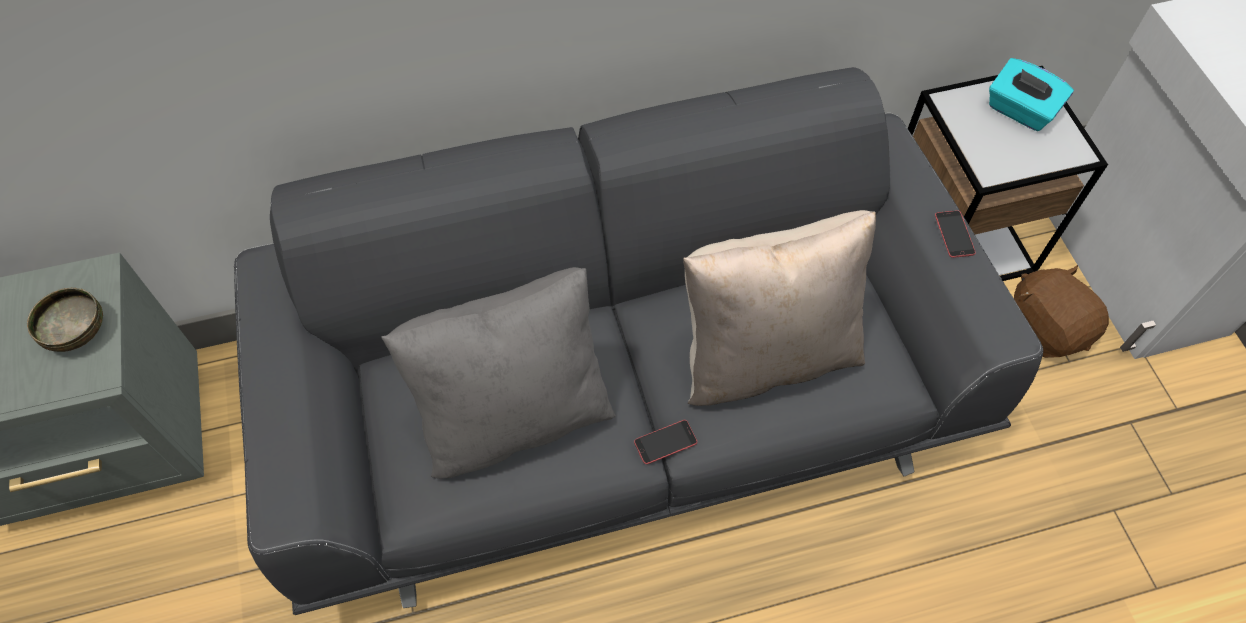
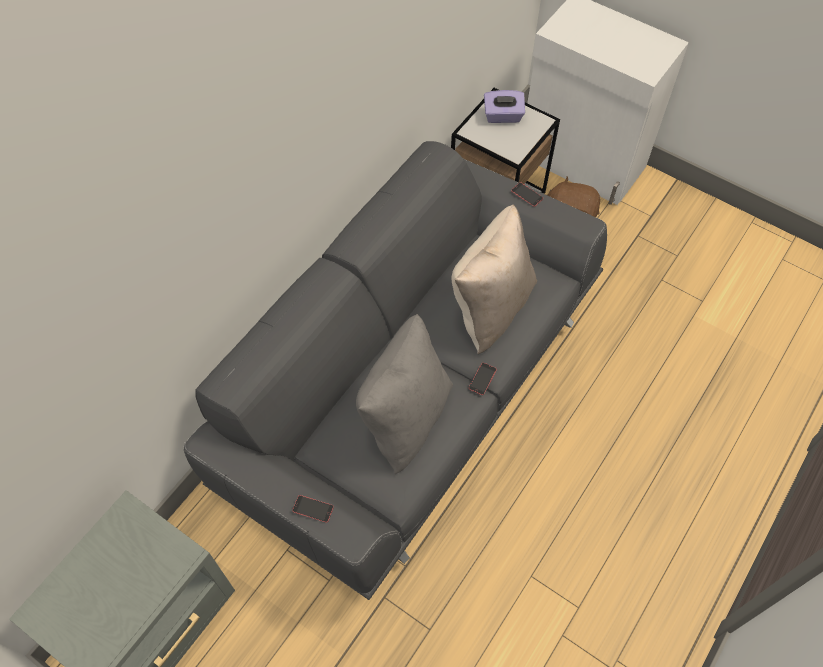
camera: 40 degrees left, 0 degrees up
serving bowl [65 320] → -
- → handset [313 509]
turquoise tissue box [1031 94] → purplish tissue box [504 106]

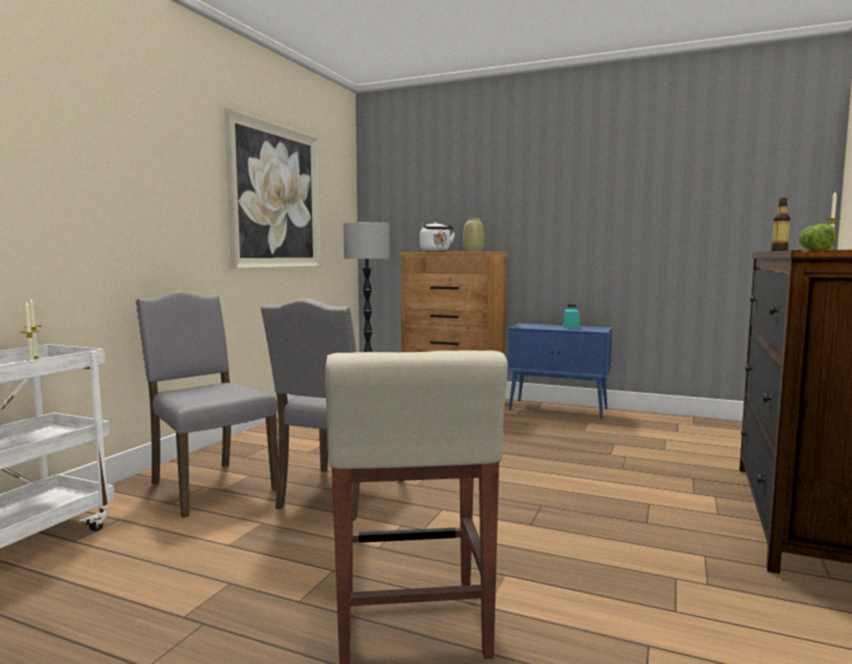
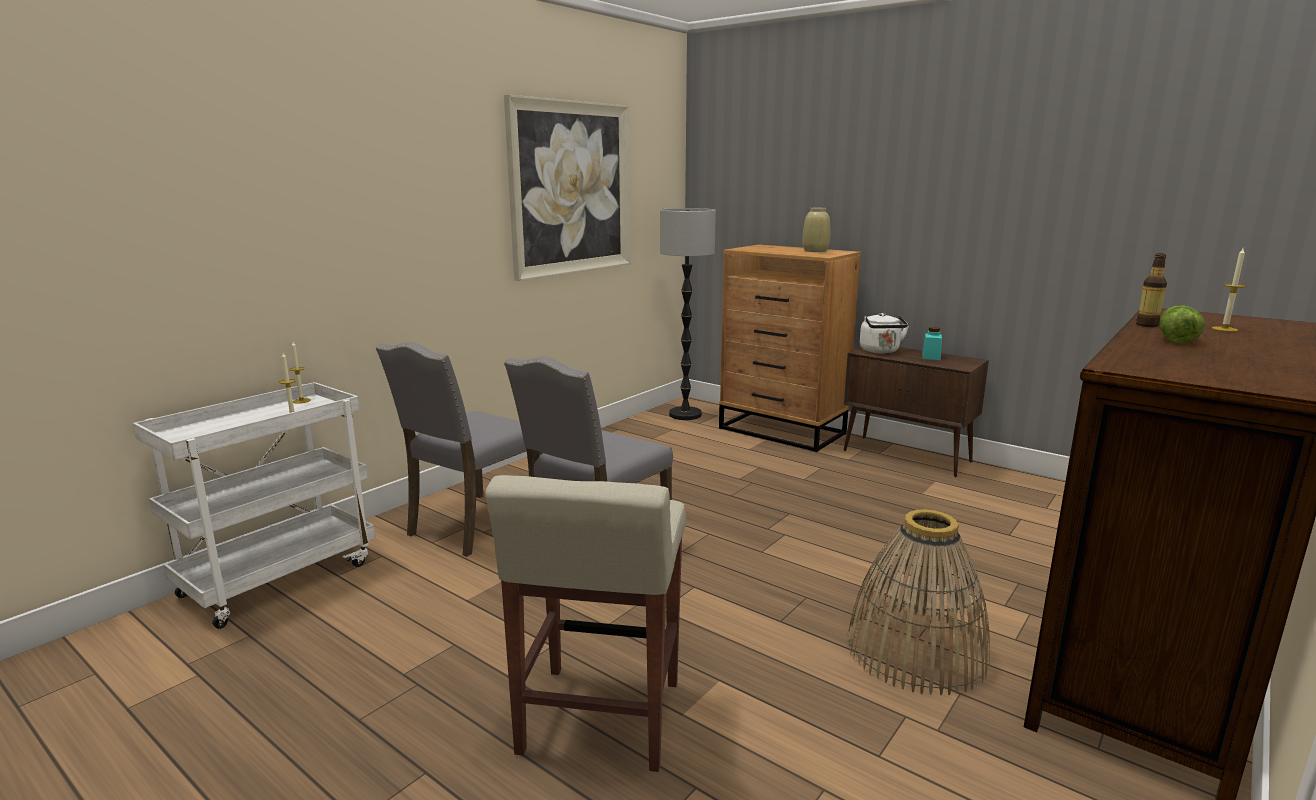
camera: 15 degrees right, 10 degrees up
- → storage basket [918 602]
white-coloured water kettle [437 237] → white-coloured water kettle [884 333], shifted
blue-coloured storage cabinet [559 371] → brown-coloured storage cabinet [916 412]
gray upright chair [207 404] → gray upright chair [459 449], 120 degrees counterclockwise

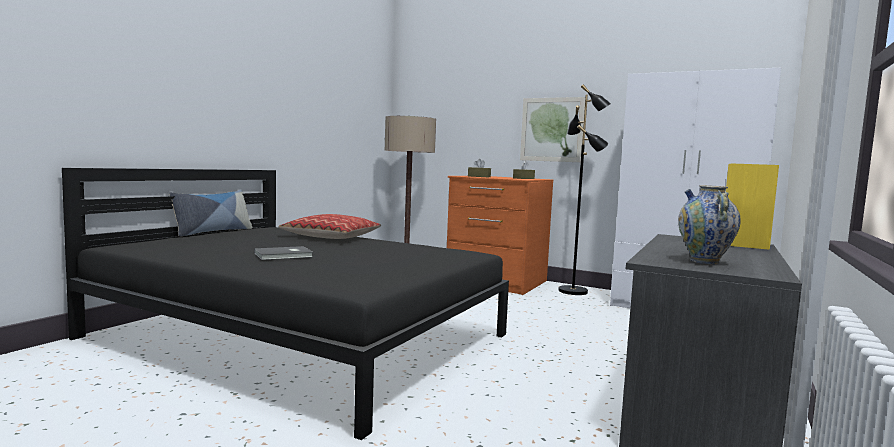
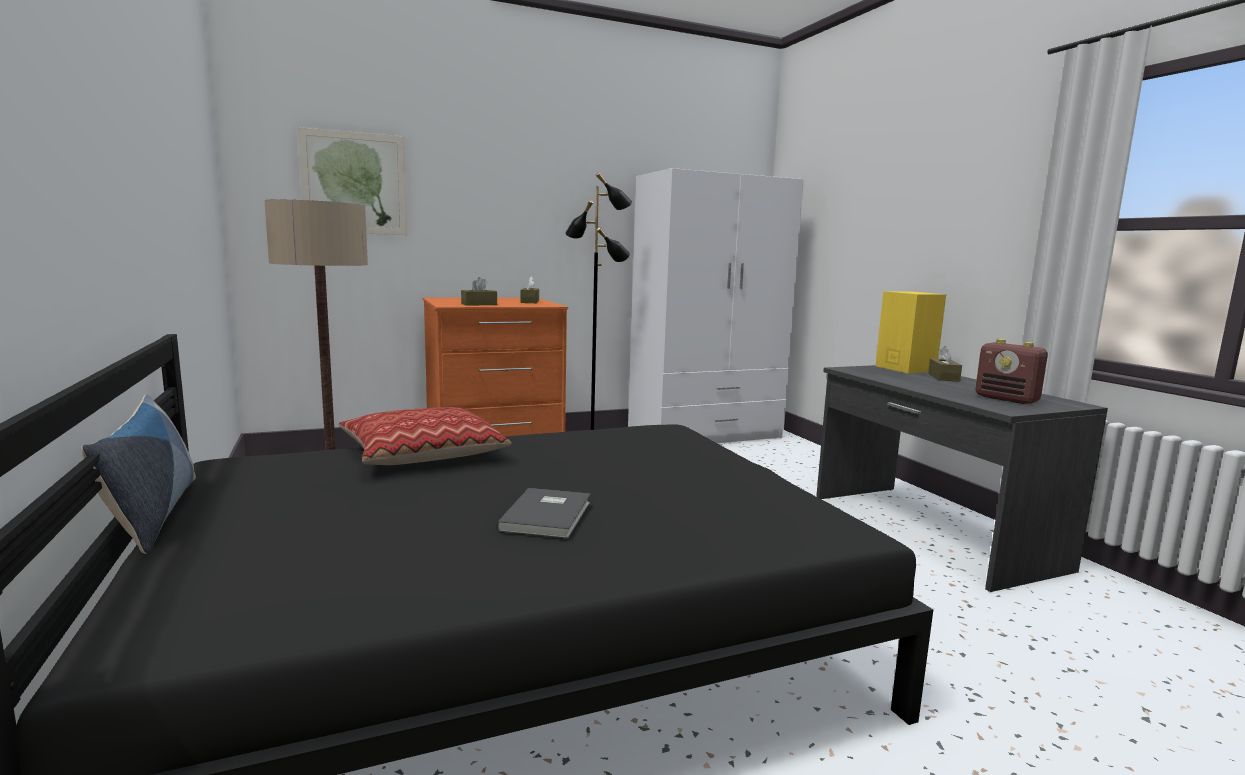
camera: 50 degrees left, 5 degrees up
- → brown-coloured tissue box [945 364]
wall art [552 129] → wall art [352 181], shifted
decorative vase [709 225] → radio set [1011 371]

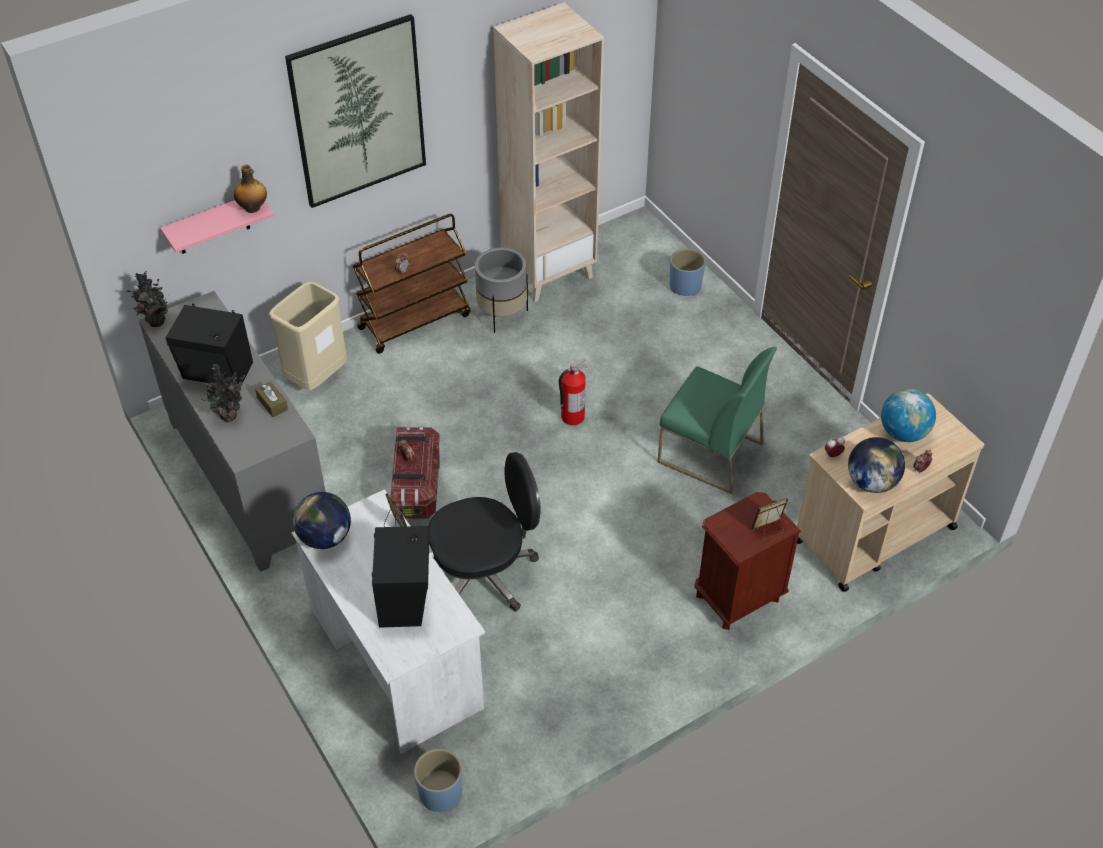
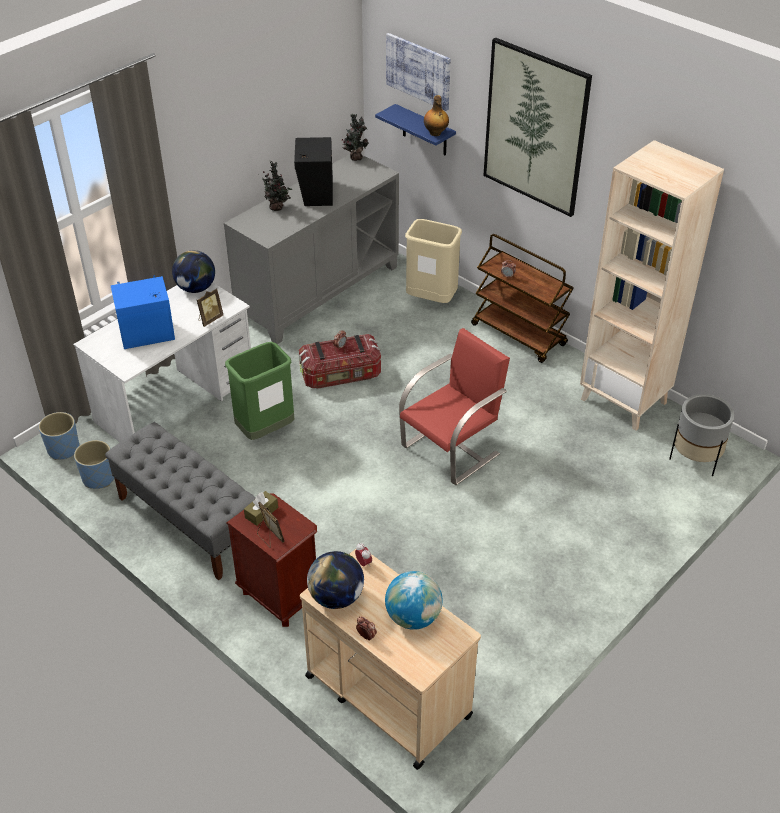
camera: 75 degrees right, 5 degrees down
green upright chair [717 420] → -
- → gray indoor bench [180 501]
- → wall art [418 72]
brown-coloured tissue box [271 399] → brown-coloured tissue box [261 508], shifted
gray flower pot [501 290] → gray flower pot [701 435], shifted
blue-coloured flower pot [688 272] → blue-coloured flower pot [94 464], shifted
blackish desk chair [484 532] → green waste bin [260 391]
fire extinguisher [573 391] → reddish upright chair [454 406]
pink-coloured shelf [217 227] → blue-coloured shelf [415 130]
blackish audio speaker [400 577] → blue-coloured audio speaker [143 312]

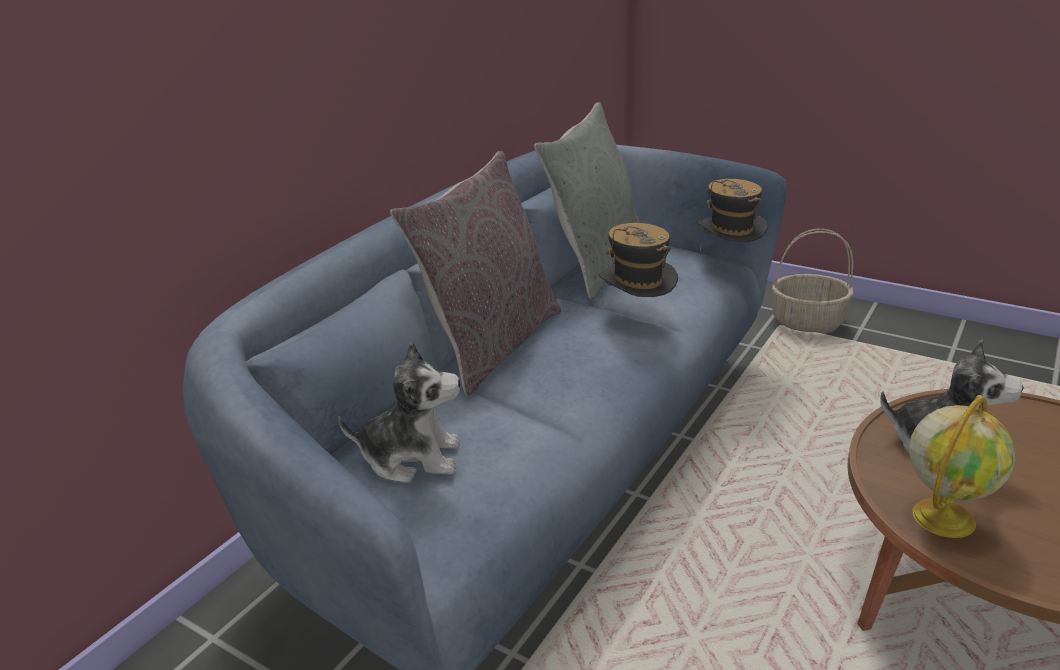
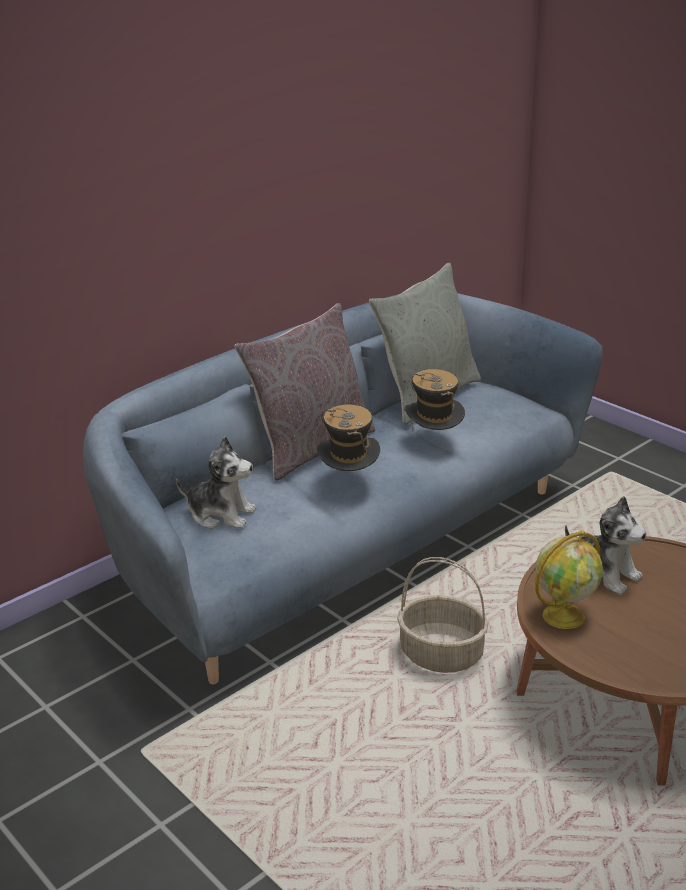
camera: 15 degrees right, 0 degrees up
wearable hat [732 215] → wearable hat [348 437], shifted
storage basket [812 280] → storage basket [442 615], shifted

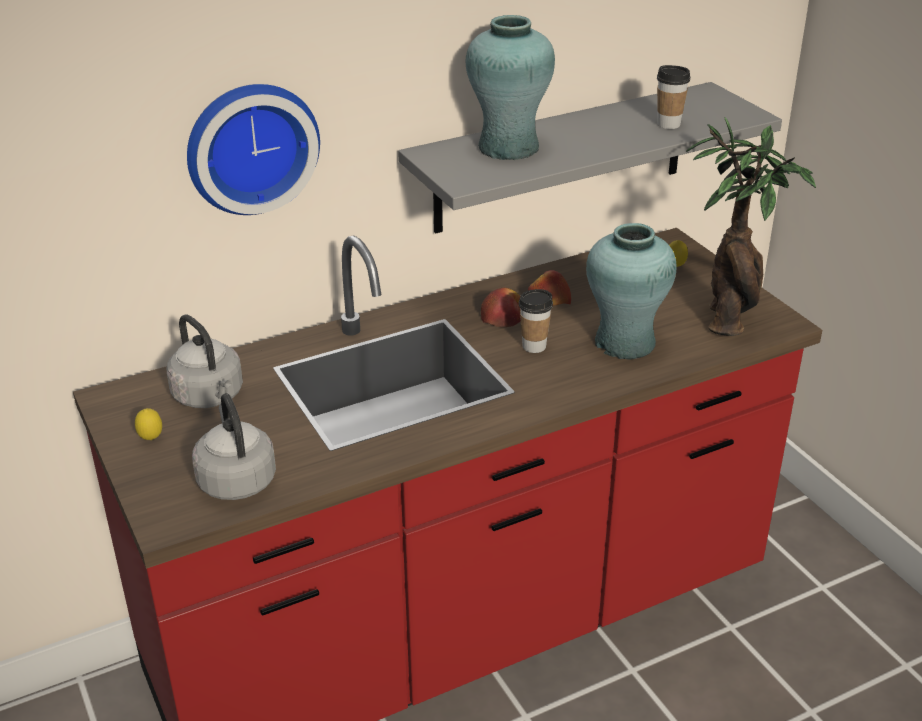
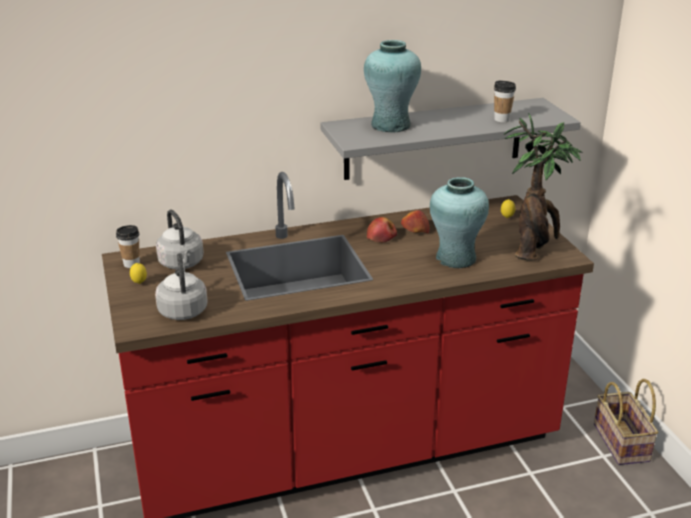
camera: 10 degrees right, 5 degrees down
wall clock [253 149] → -
- → storage basket [626 422]
drinking cup [536 321] → drinking cup [128 246], shifted

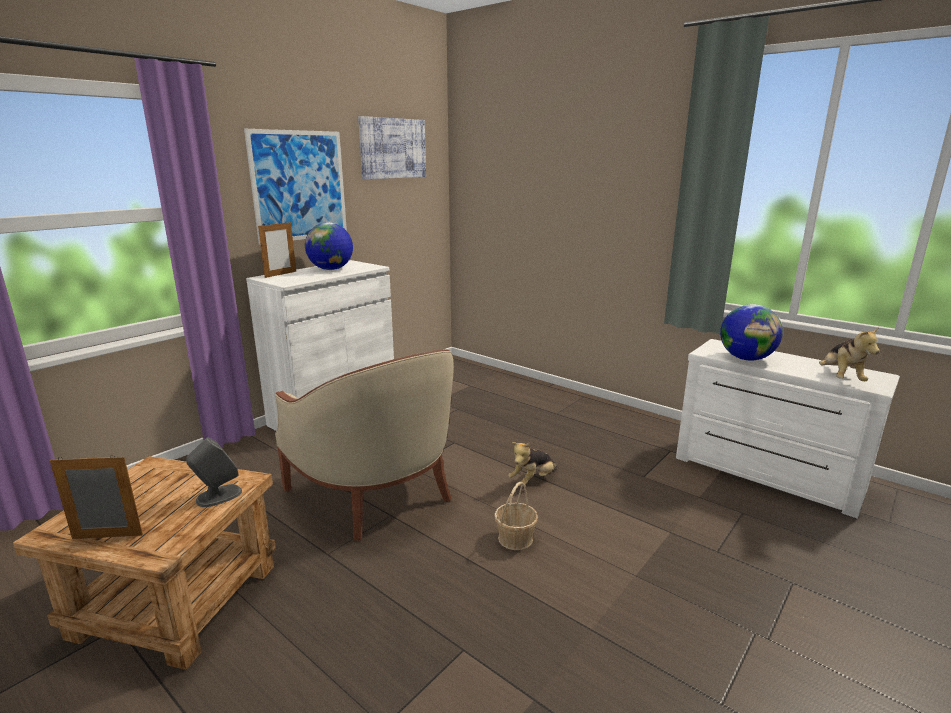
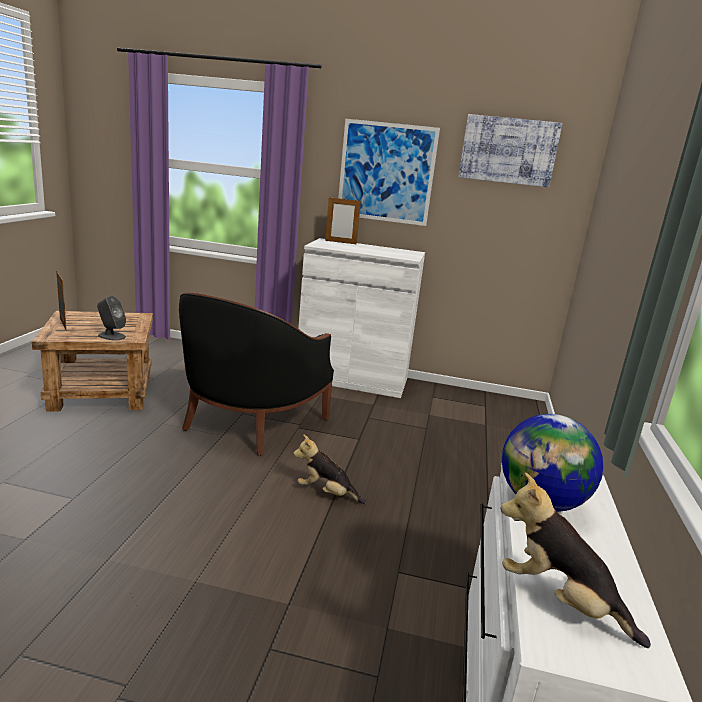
camera: 60 degrees right, 0 degrees up
globe [329 246] → -
storage basket [516 516] → -
beige-coloured armchair [364 445] → blackish armchair [256 374]
soft toy [849 354] → soft toy [575 560], 60 degrees clockwise

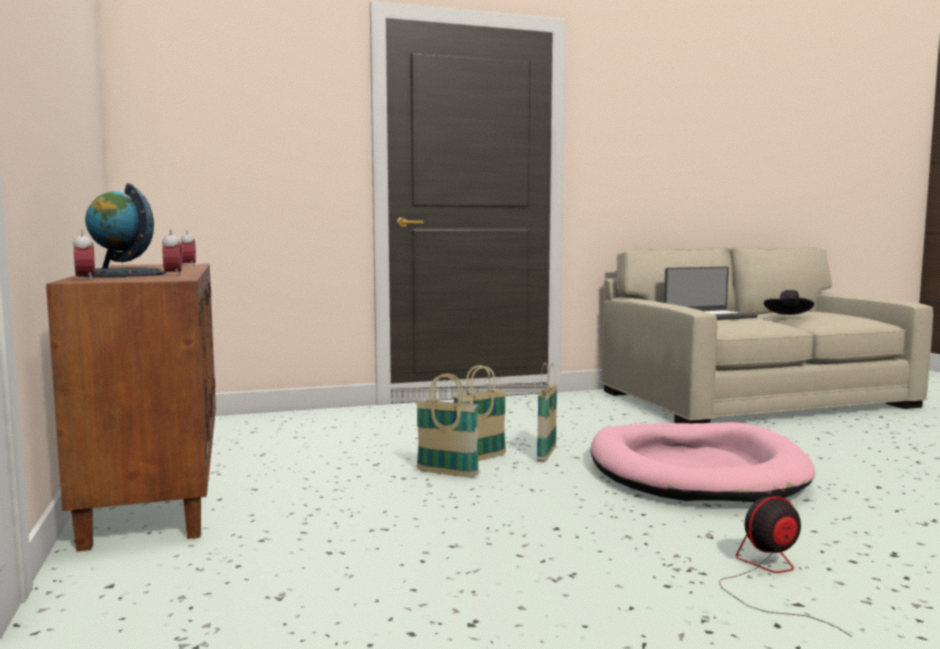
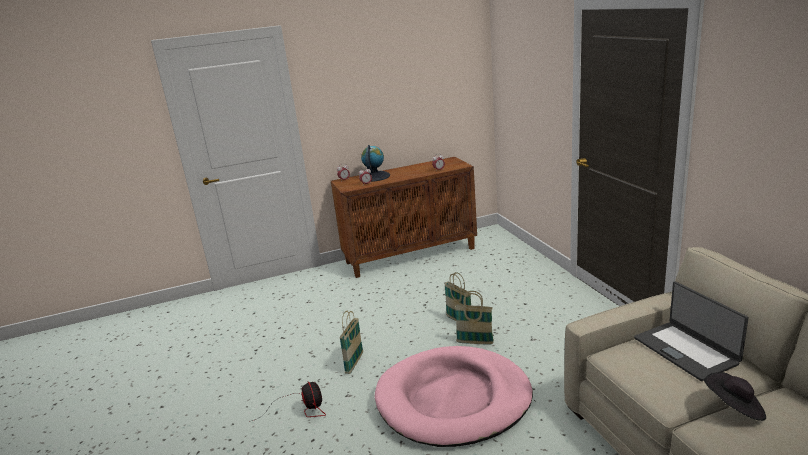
camera: 90 degrees right, 15 degrees up
storage basket [447 425] → storage basket [351 342], shifted

